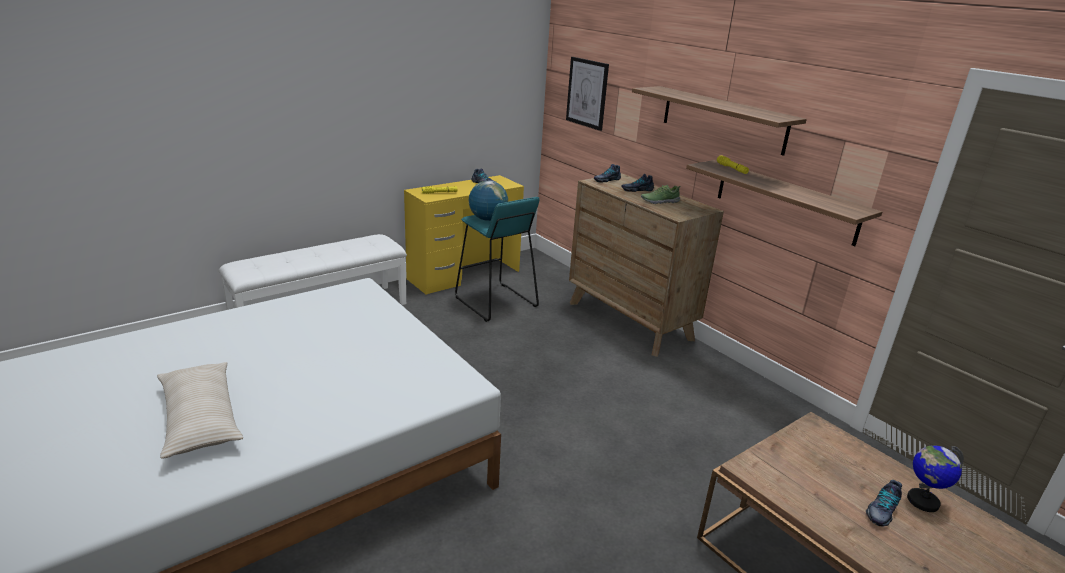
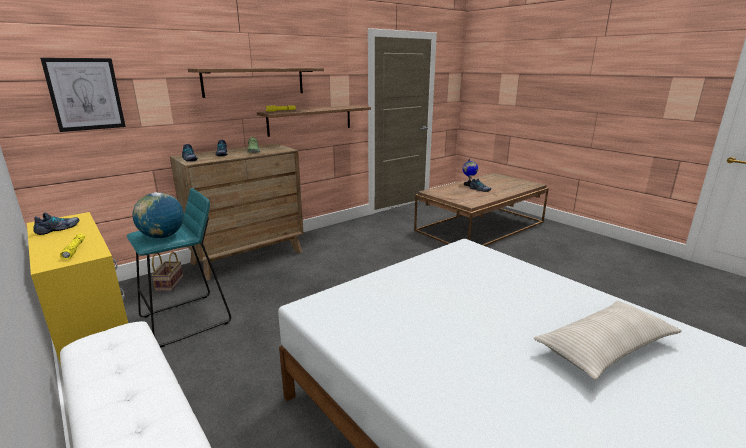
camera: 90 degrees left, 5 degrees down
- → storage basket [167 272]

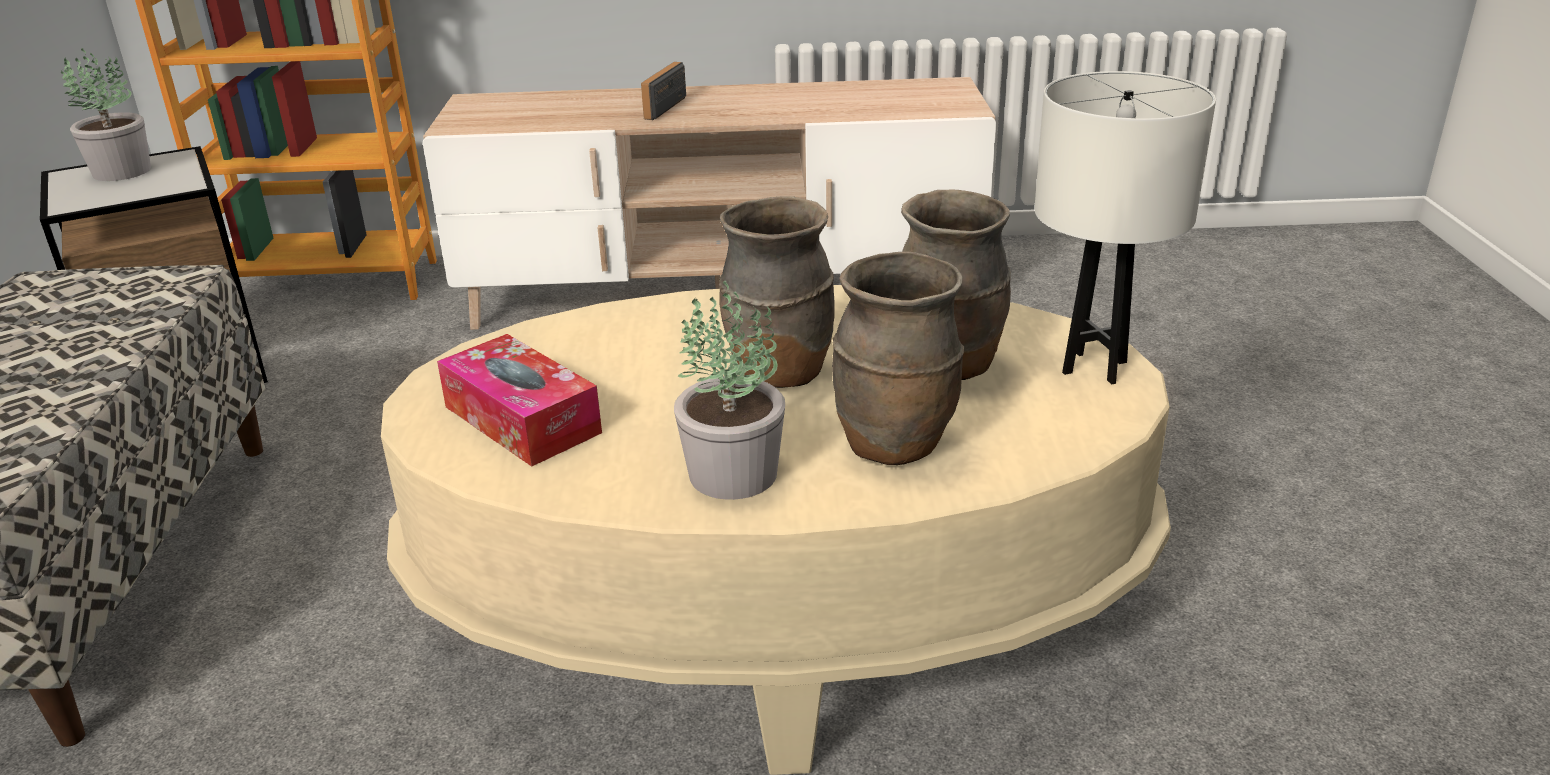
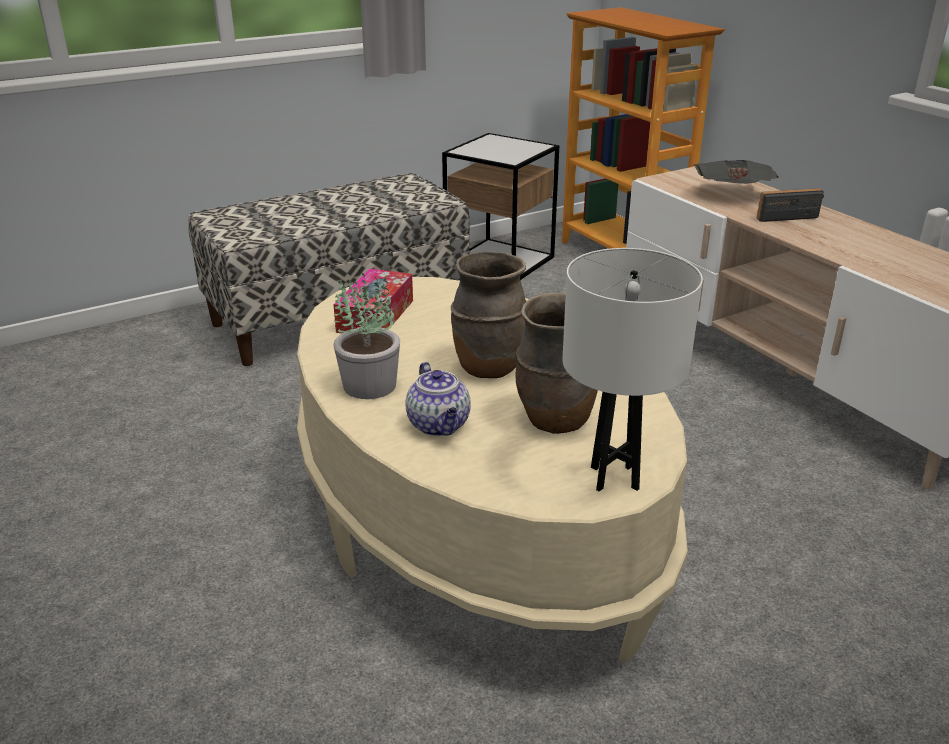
camera: 60 degrees right, 0 degrees up
plant in a pot [106 114] → -
- → printed paper [736 172]
brown-coloured decorative vase [898 358] → teapot [438 399]

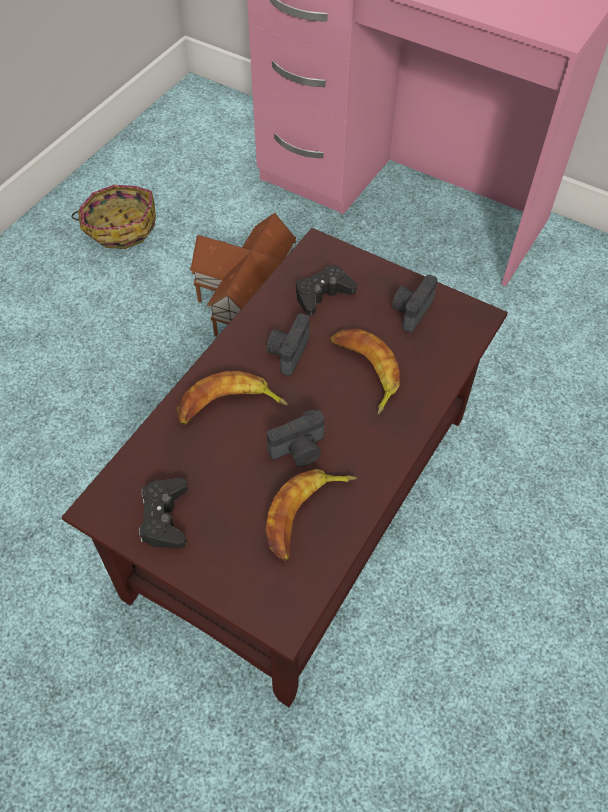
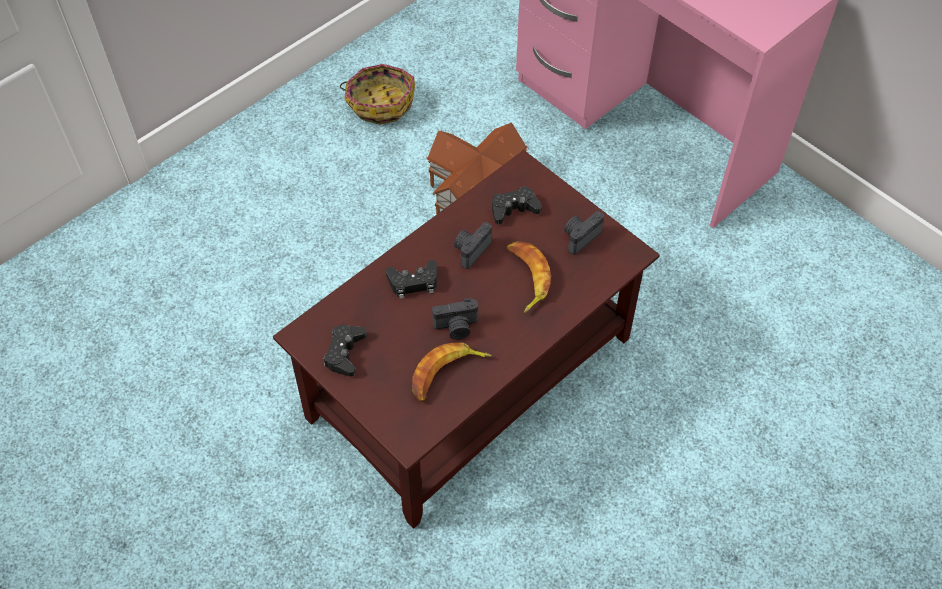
camera: 15 degrees right, 0 degrees up
whole banana [232 398] → blackish game controller [411 279]

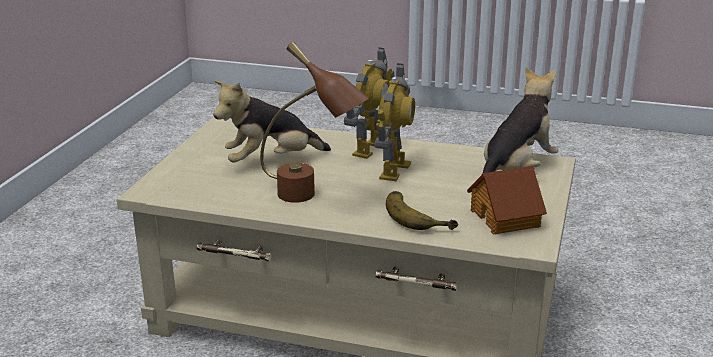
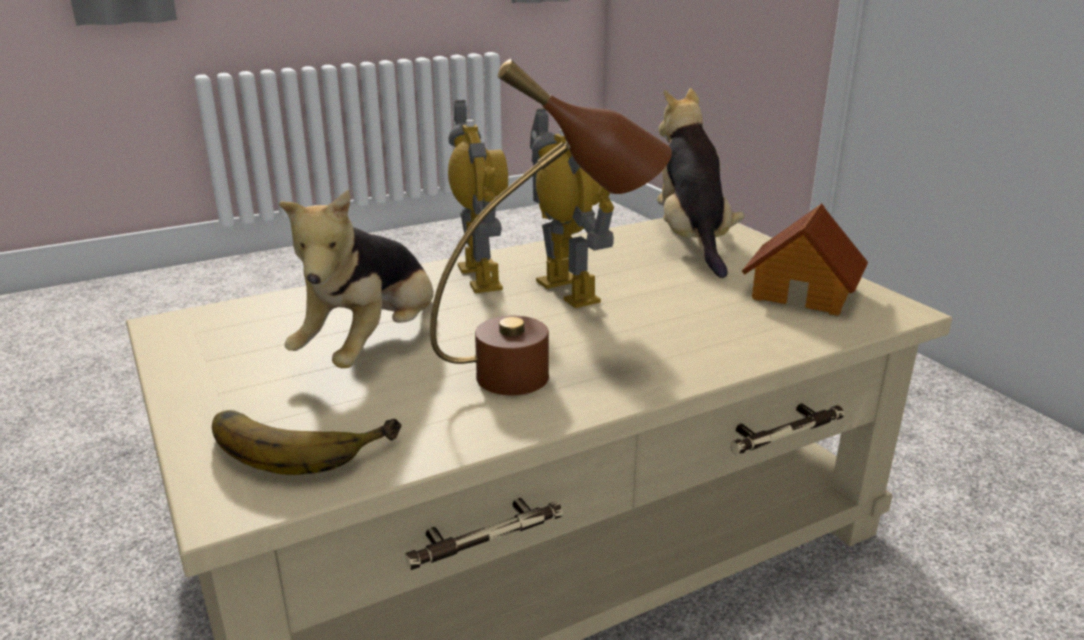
camera: 45 degrees left, 0 degrees up
whole banana [422 210] → whole banana [307 442], shifted

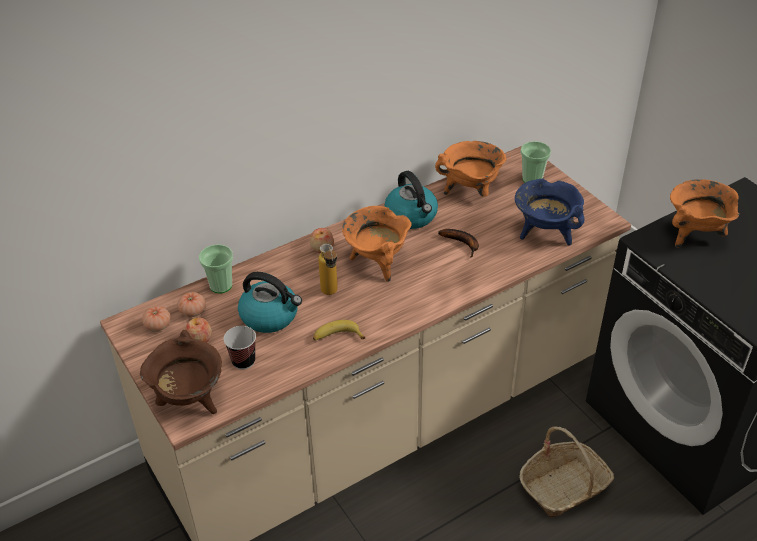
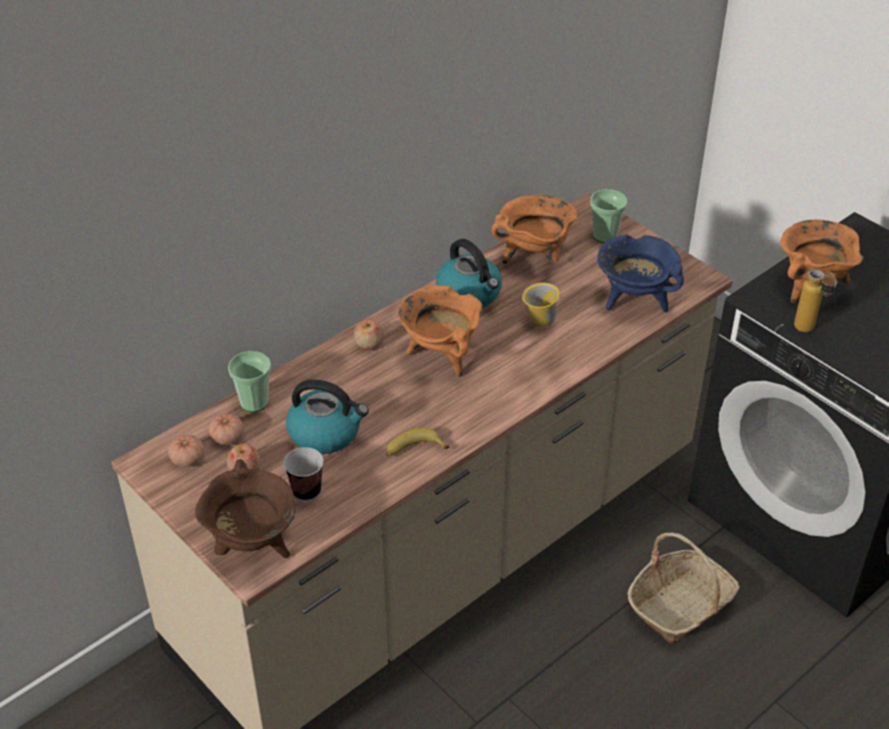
camera: 10 degrees left, 0 degrees up
beverage bottle [328 269] → beverage bottle [816 300], shifted
whole banana [458 243] → yellow-coloured tea mug [541 304]

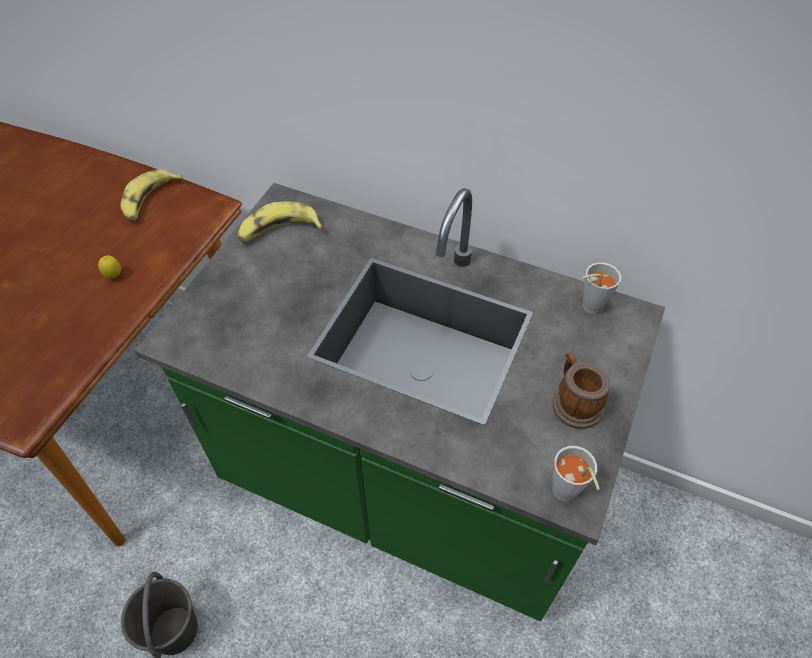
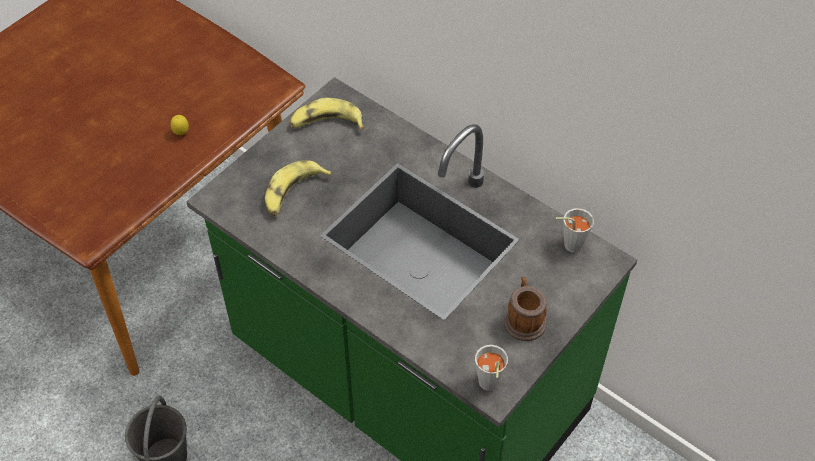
camera: 15 degrees right, 0 degrees up
whole banana [151 196] → whole banana [298 188], shifted

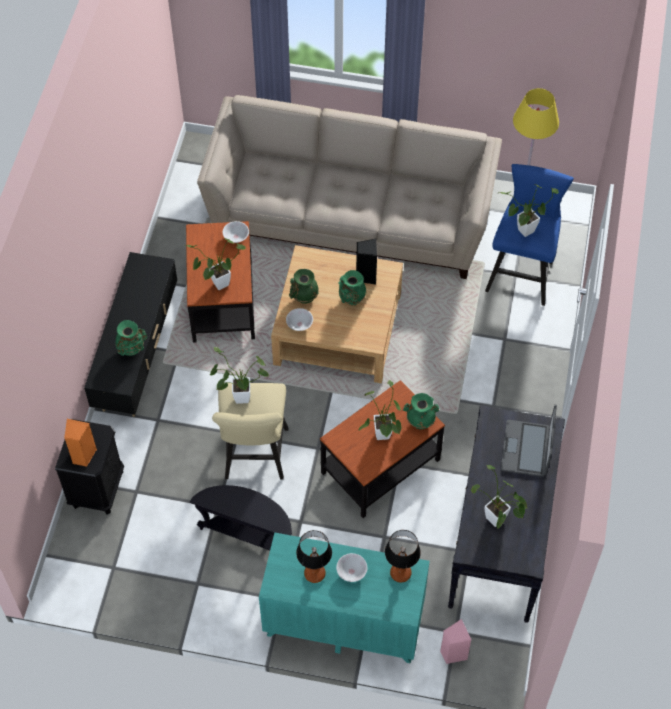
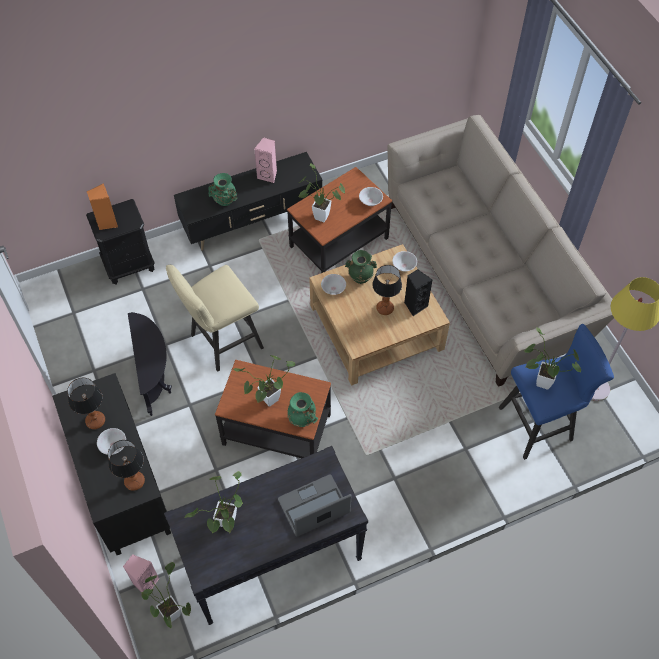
camera: 55 degrees right, 0 degrees up
- → pink-coloured audio speaker [265 160]
- → white-coloured serving bowl [404 261]
plant in a pot [239 375] → plant in a pot [166 595], shifted
green decorative vase [352 287] → tabletop lamp [387 290]
turquoise drawer chest [344 598] → blackish drawer chest [111 464]

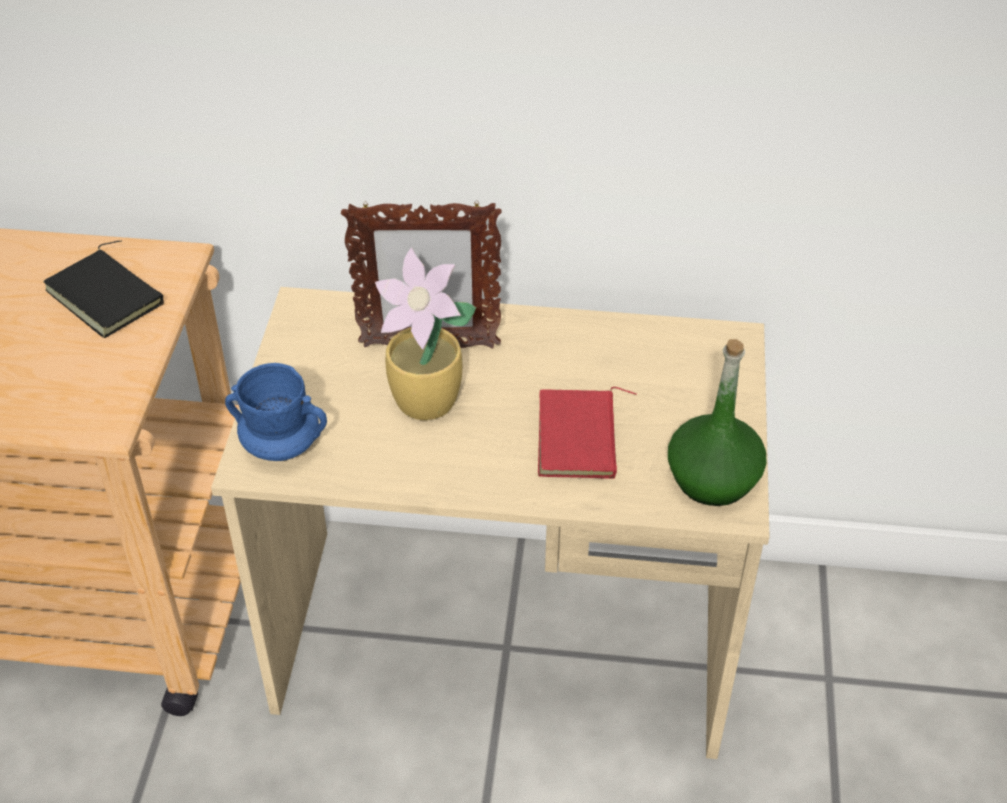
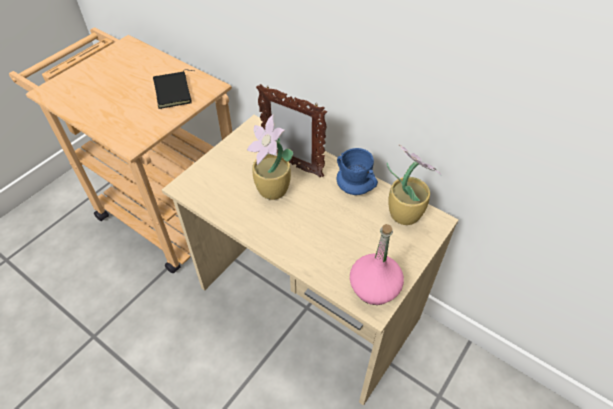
camera: 30 degrees right, 5 degrees up
reddish book [587 433] → -
- → plant in a pot [414 184]
blue-coloured tea mug [276 412] → blue-coloured tea mug [357 171], shifted
green beverage bottle [717 422] → pink-coloured beverage bottle [377 264]

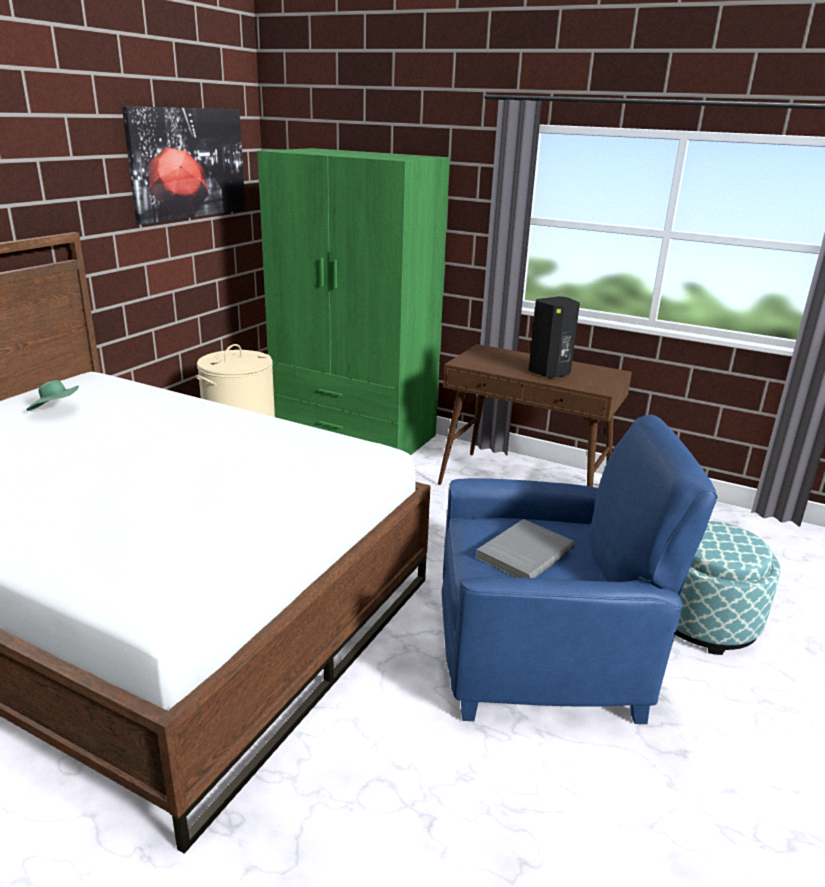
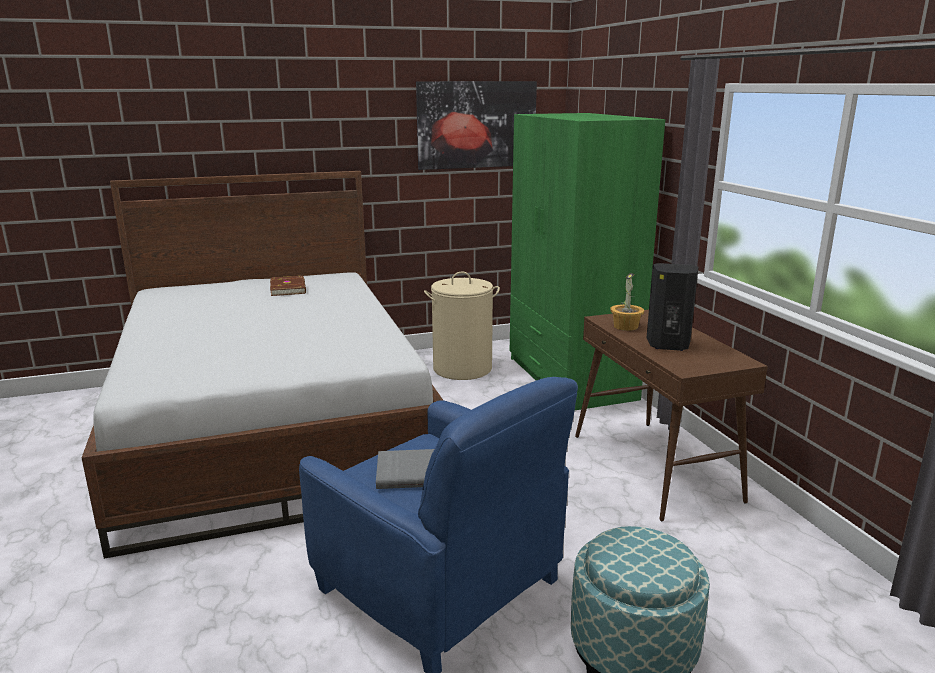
camera: 45 degrees right, 5 degrees down
- → plant in a pot [627 302]
green wearable hat [52 395] → brown-coloured book [288 286]

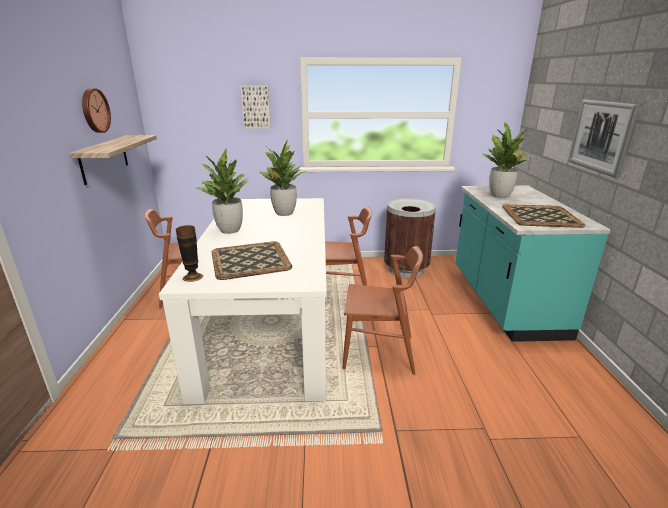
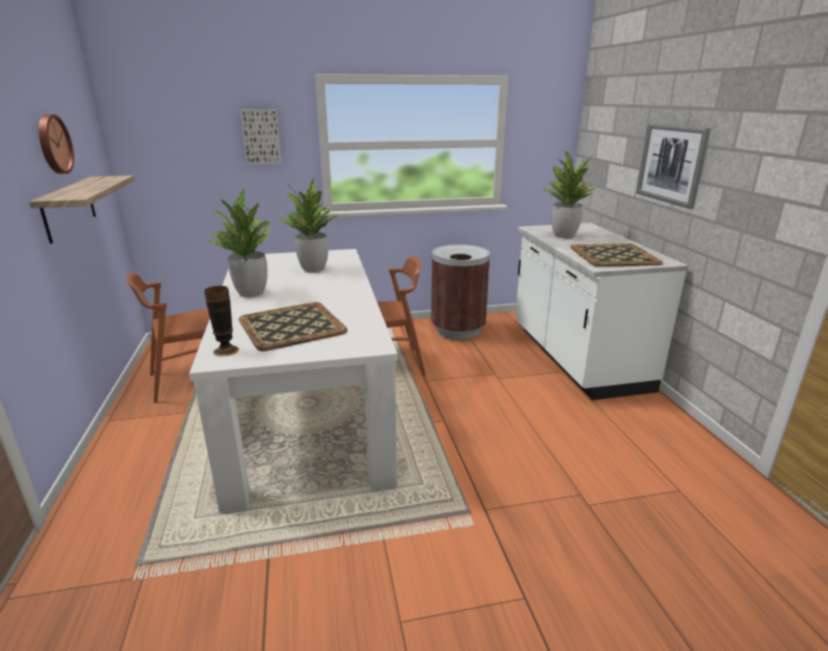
camera: 10 degrees left, 0 degrees up
brown-coloured upright chair [383 310] → -
turquoise kitchen counter [533 264] → white-coloured kitchen counter [601 311]

